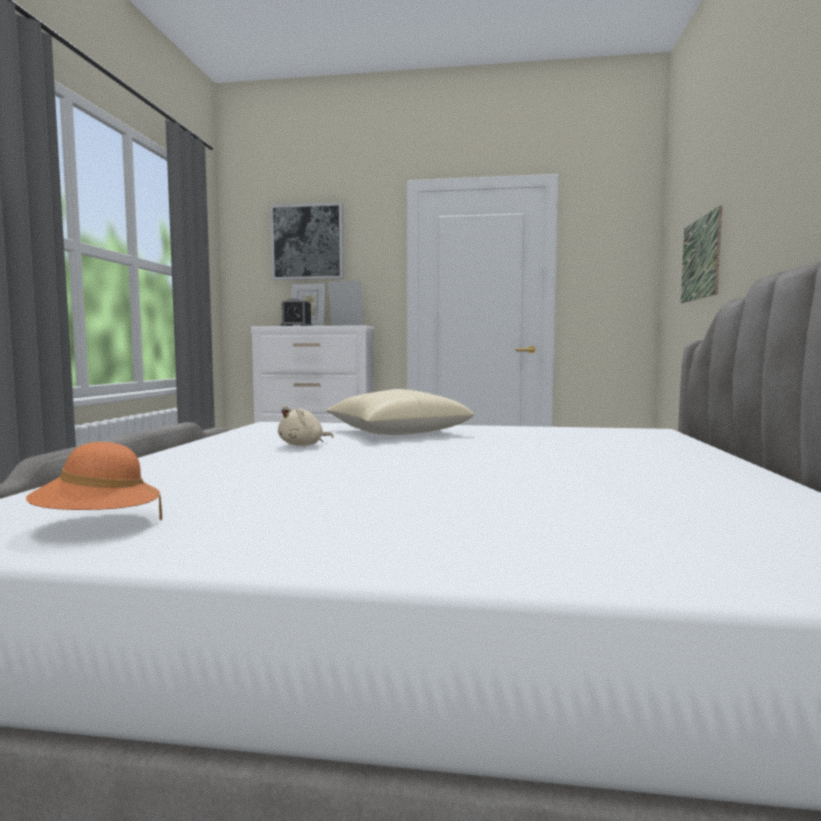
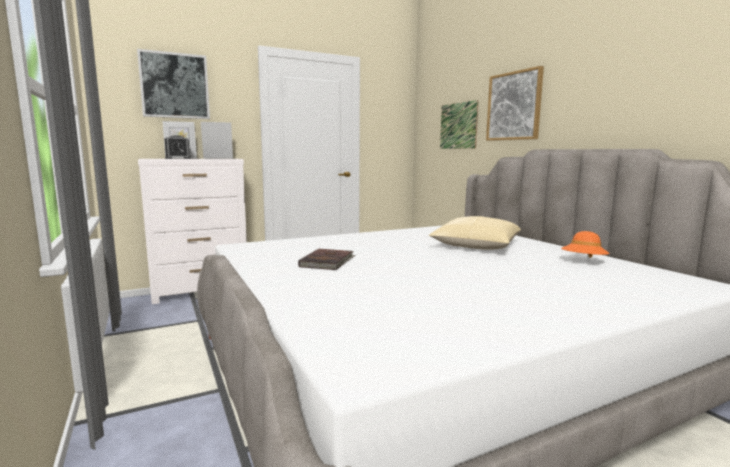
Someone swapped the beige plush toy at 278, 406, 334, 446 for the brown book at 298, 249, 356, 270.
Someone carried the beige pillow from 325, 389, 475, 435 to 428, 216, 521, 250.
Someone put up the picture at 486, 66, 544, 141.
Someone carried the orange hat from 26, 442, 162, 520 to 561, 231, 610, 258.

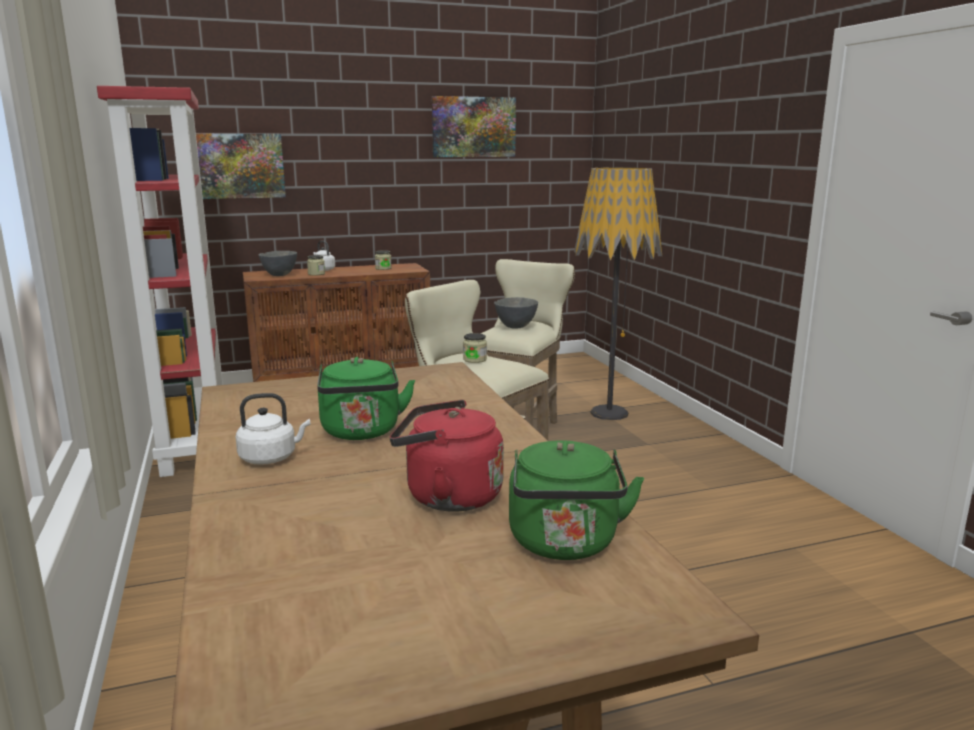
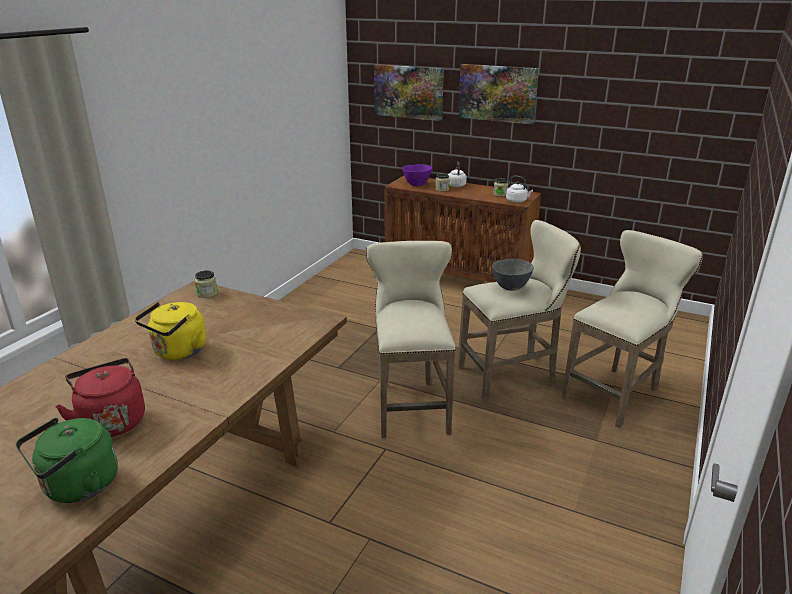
Someone repainted the green kettle at 317, 357, 415, 440, which became the yellow kettle at 135, 302, 206, 360.
Someone carried the jar from 463, 333, 487, 363 to 195, 270, 218, 298.
Someone repainted the grey bowl at 258, 251, 297, 276, which became the purple bowl at 402, 164, 433, 186.
Someone carried the picture from 432, 96, 516, 157 to 458, 64, 539, 125.
Someone carried the white kettle from 236, 393, 310, 465 to 506, 176, 533, 203.
Someone swapped the floor lamp at 574, 167, 662, 420 for the beige stool at 561, 230, 703, 428.
Someone took away the red bookcase at 97, 86, 223, 477.

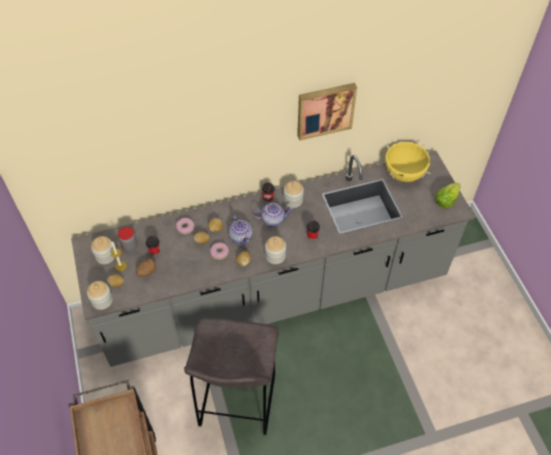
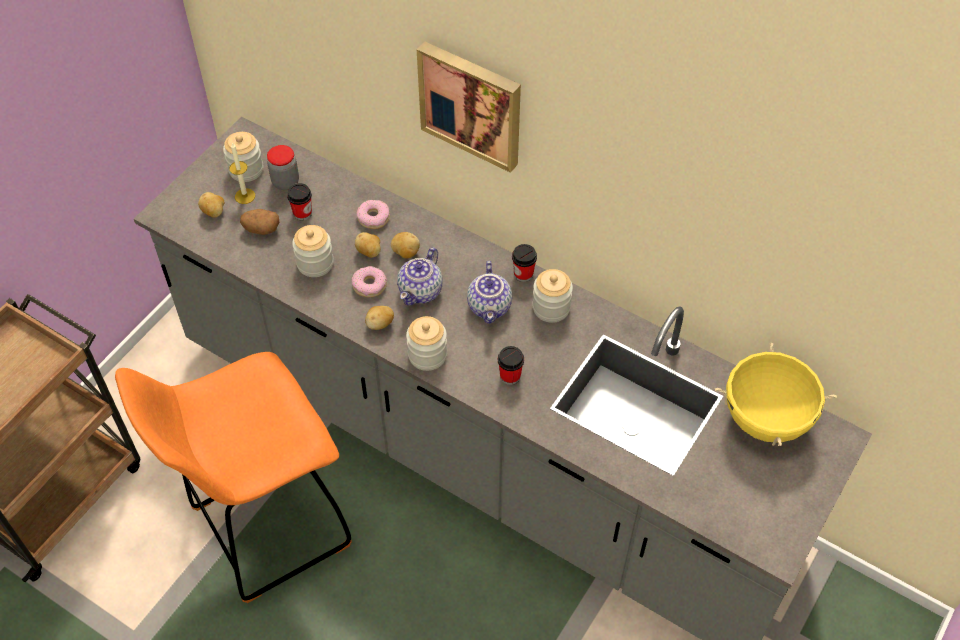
Someone repainted the grey stool at 184, 317, 279, 436, which became the orange stool at 115, 352, 352, 603.
Someone carried the jar from 87, 281, 113, 310 to 292, 225, 334, 277.
Someone carried the picture from 297, 83, 357, 141 to 417, 41, 521, 173.
Someone rotated the teapot at 254, 203, 293, 227 by 45 degrees clockwise.
Someone took away the lettuce at 435, 183, 461, 208.

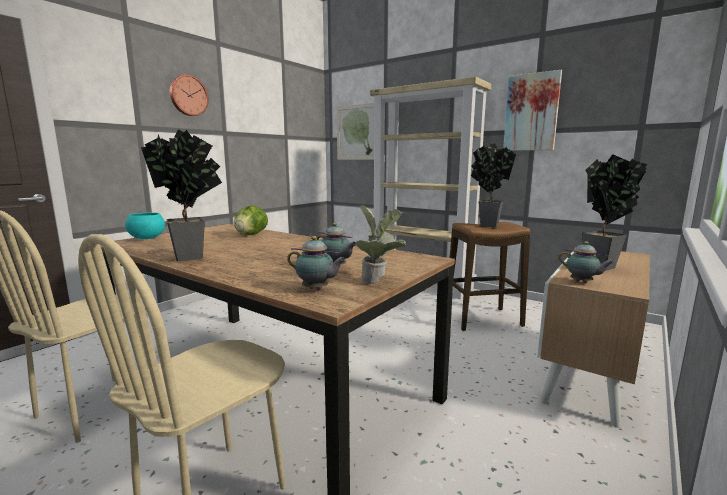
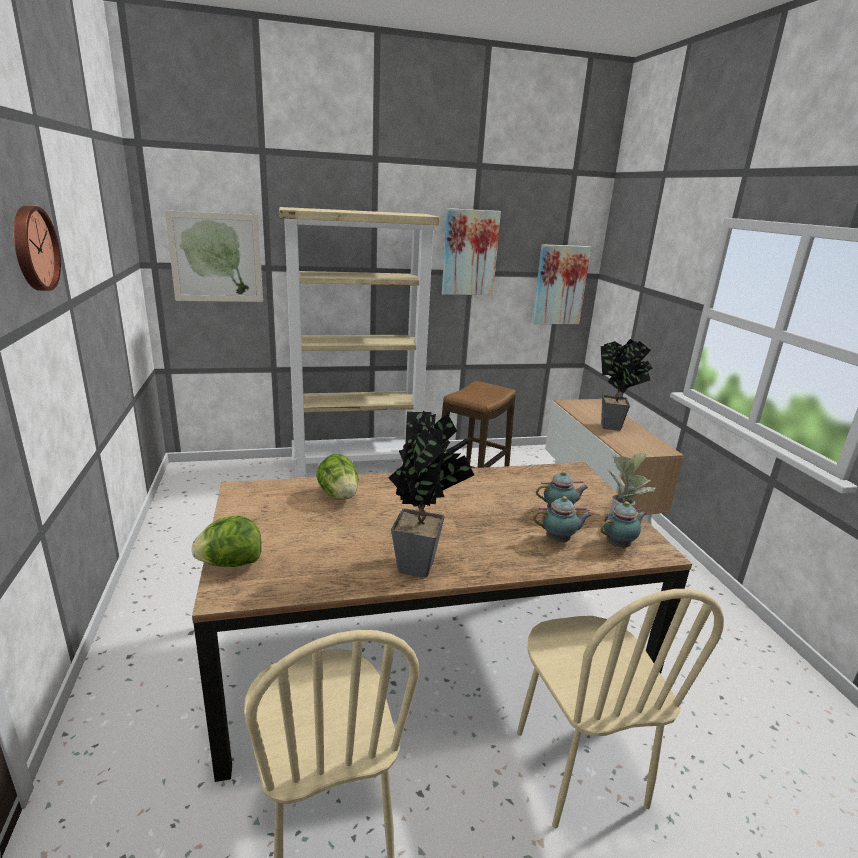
Someone swapped the turquoise bowl at 125, 212, 165, 239 for the lettuce at 192, 516, 262, 567.
Someone put up the picture at 532, 244, 591, 324.
Someone carried the teapot from 558, 241, 615, 283 to 533, 496, 592, 542.
Someone took away the potted plant at 471, 143, 516, 228.

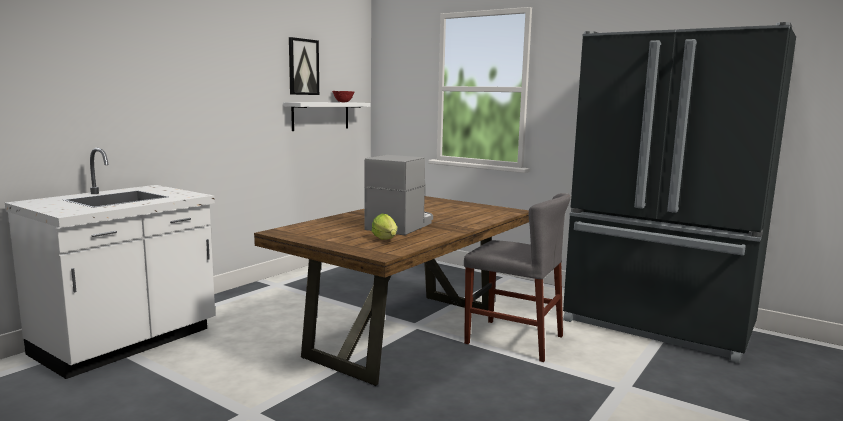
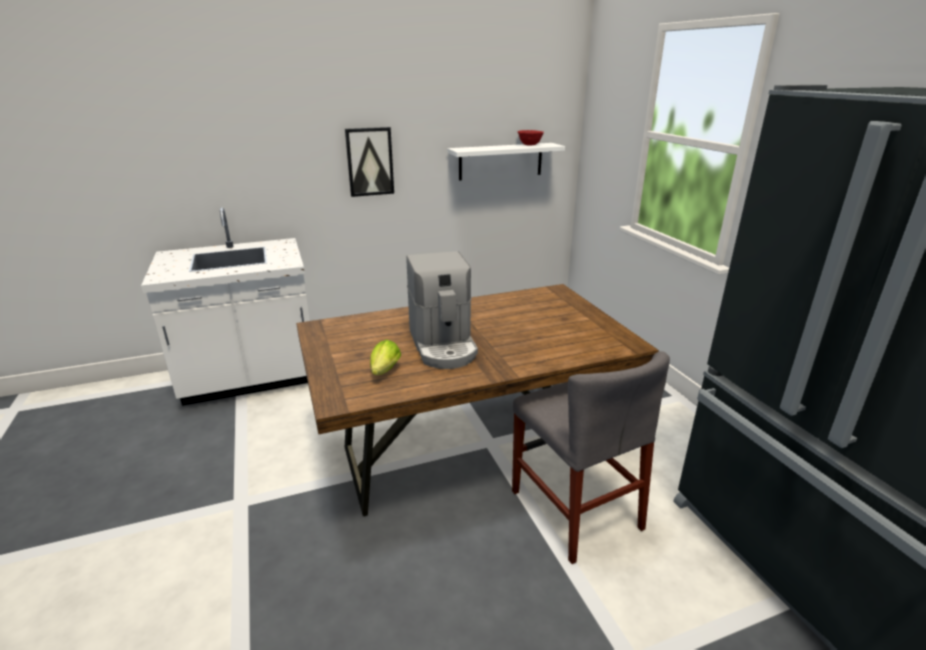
Someone carried the picture from 289, 37, 319, 95 to 345, 127, 394, 197.
Someone rotated the coffee machine at 364, 155, 433, 235 by 105 degrees clockwise.

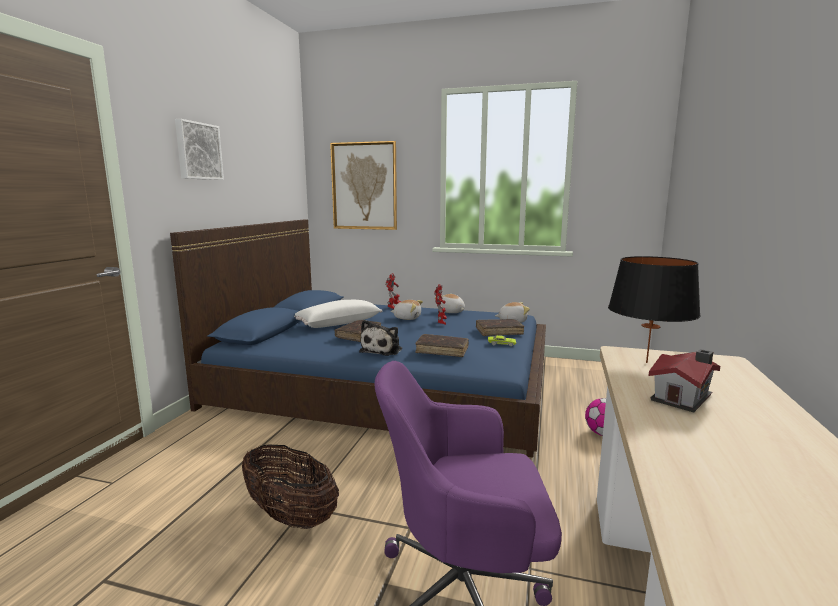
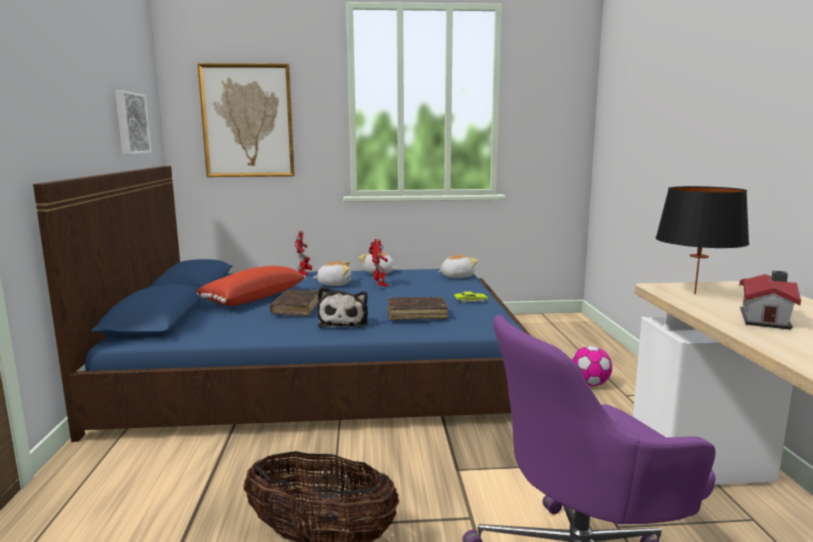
Someone carried the picture from 175, 119, 224, 180 to 115, 91, 152, 154.
Someone repainted the white pillow at 294, 300, 382, 328, which became the red pillow at 197, 266, 306, 306.
Someone took away the brown book at 476, 319, 525, 336.

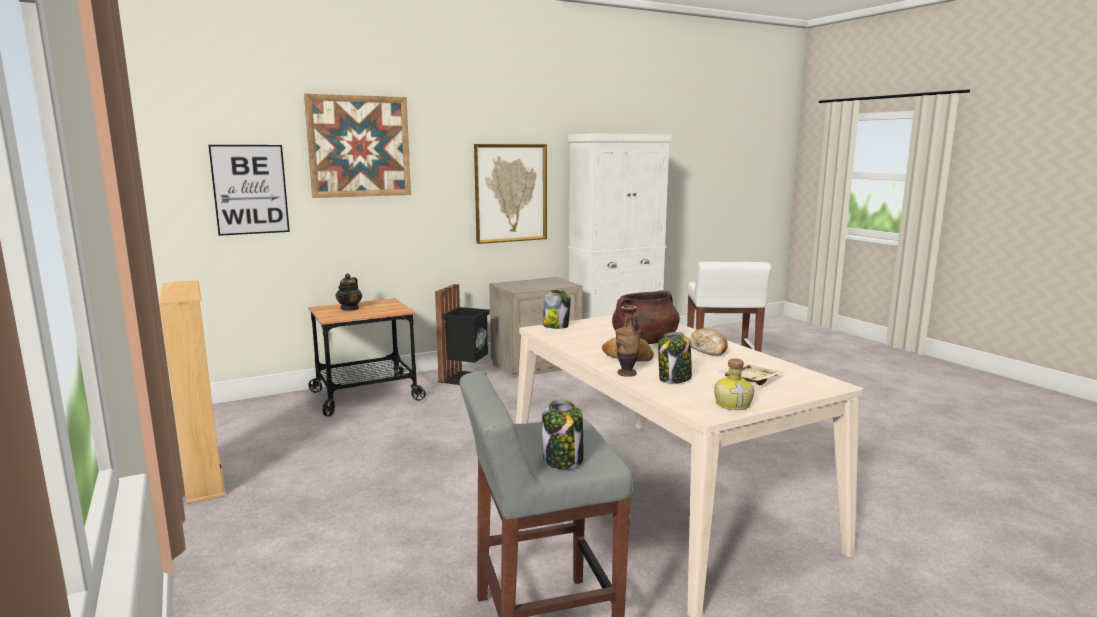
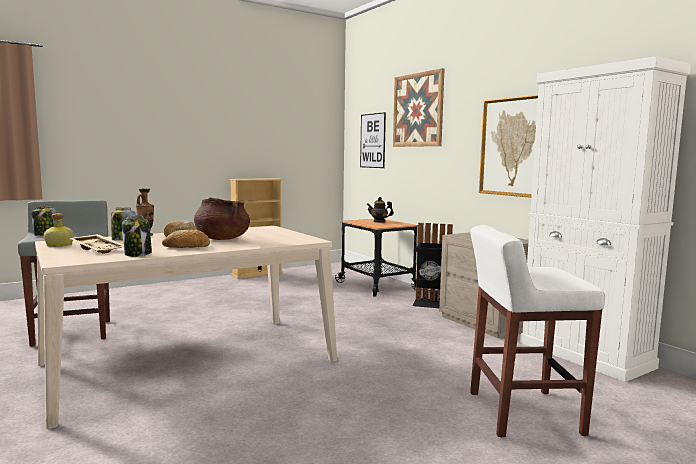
Someone carried the jar from 542, 290, 571, 329 to 122, 215, 152, 257.

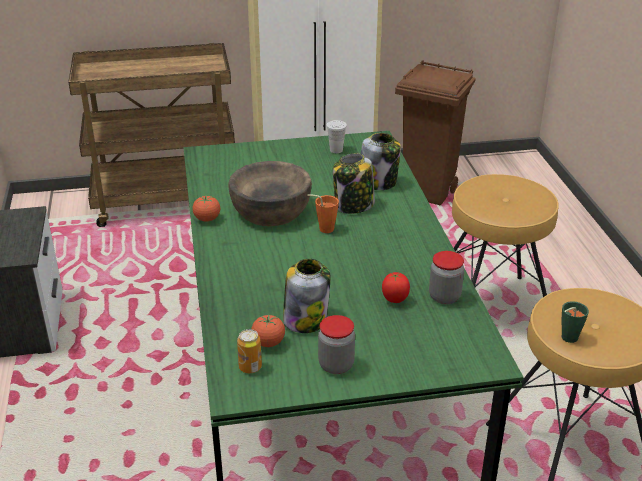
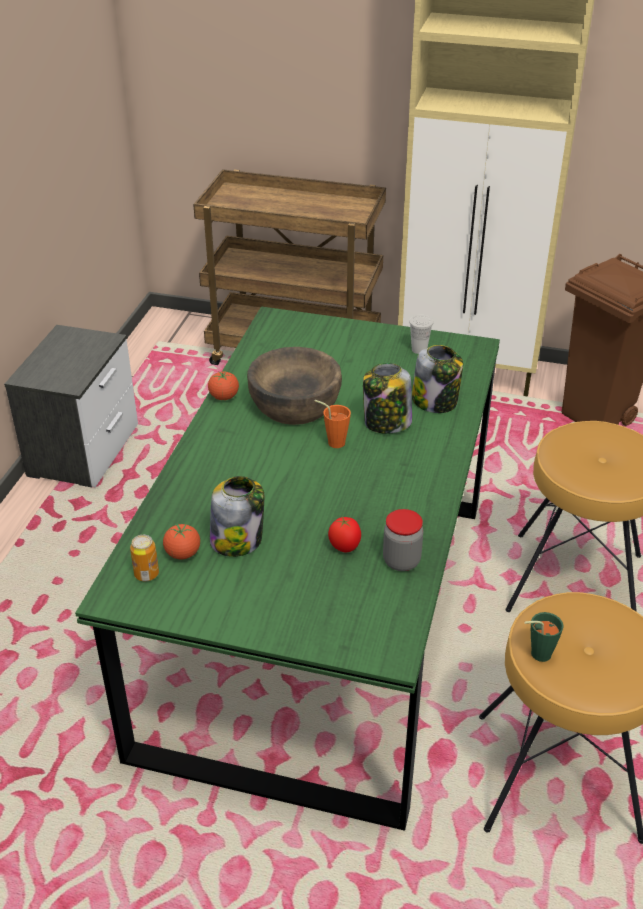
Someone took away the jar at 318, 315, 355, 374.

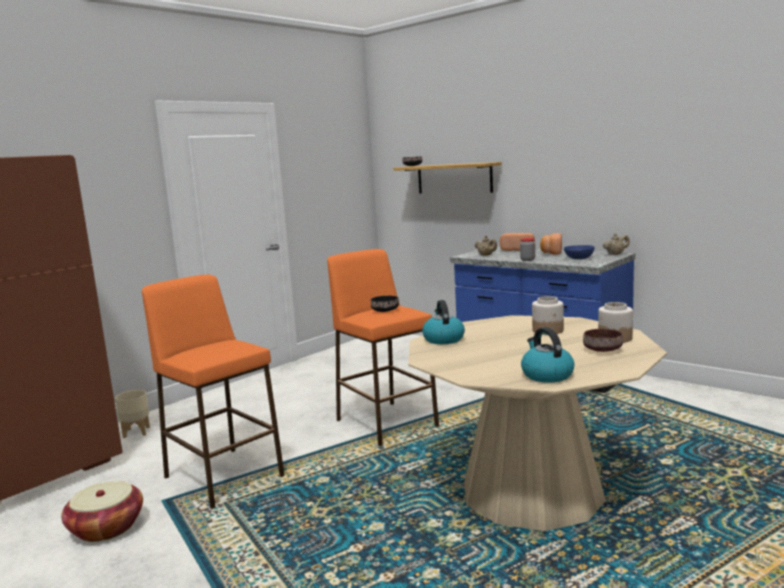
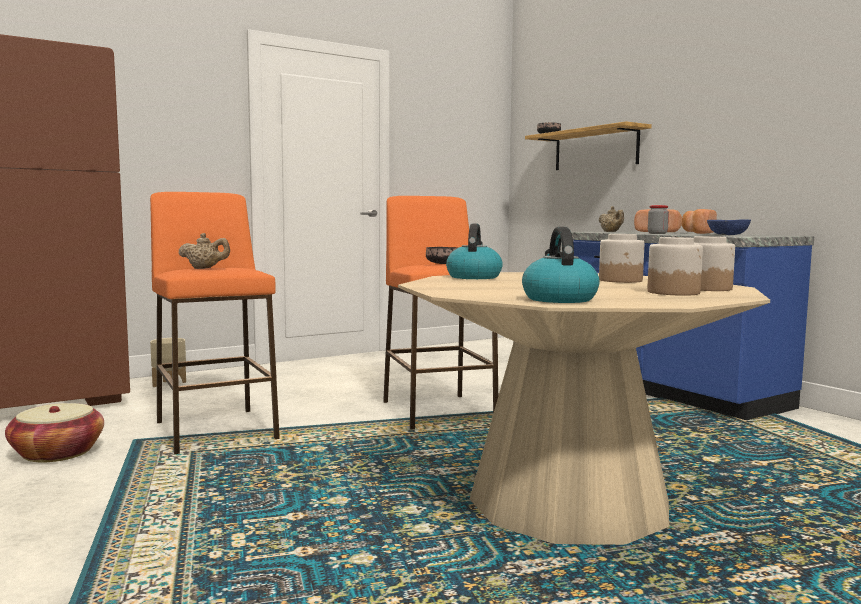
Someone carried the beige teapot from 603, 233, 630, 255 to 179, 233, 230, 269.
Someone swapped the brown bowl at 583, 329, 623, 352 for the jar at 647, 237, 703, 296.

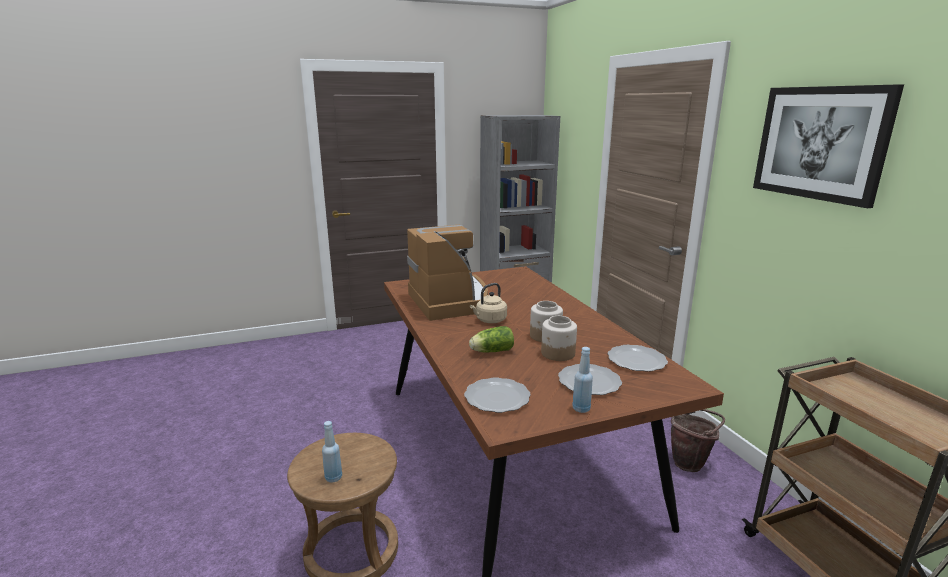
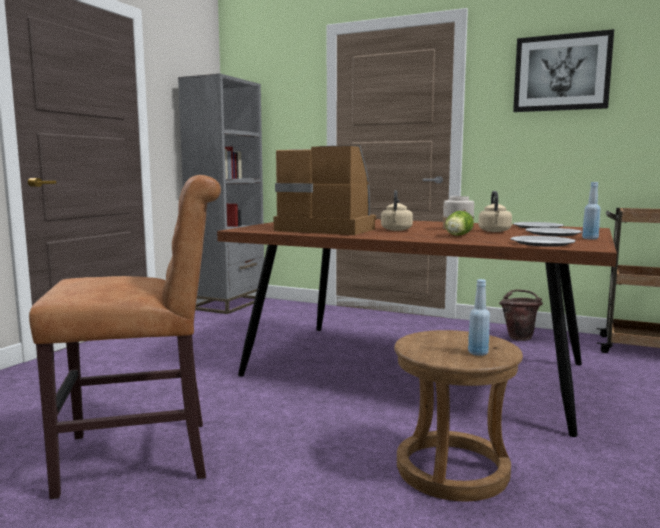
Someone put down the brown chair at 29, 175, 221, 499.
Someone swapped the jar at 541, 316, 577, 361 for the beige kettle at 478, 191, 512, 232.

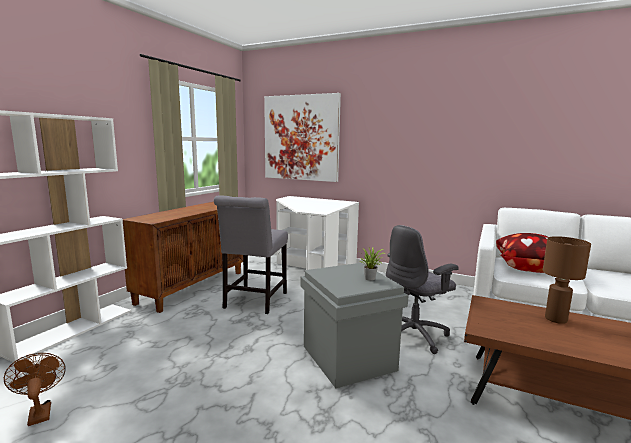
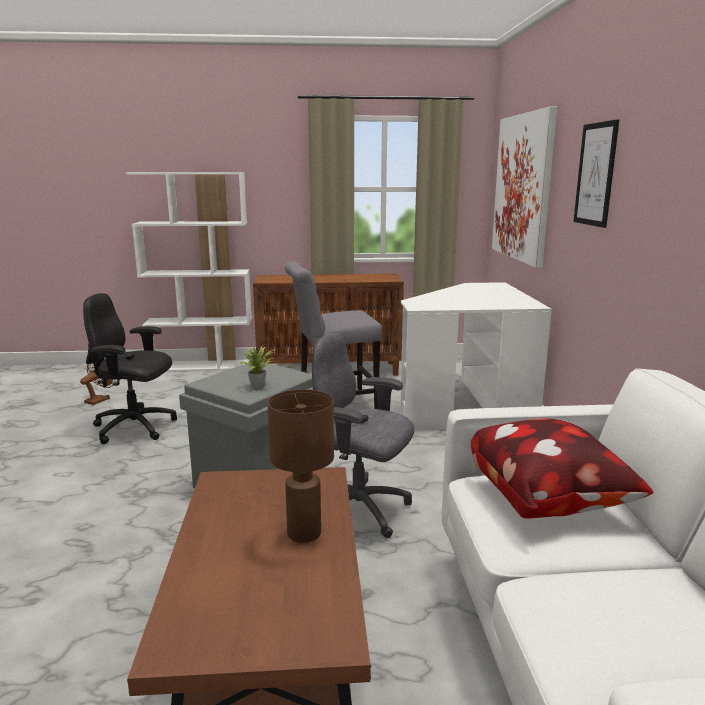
Someone put down the black office chair at 83, 293, 177, 444.
Someone put up the picture at 574, 119, 619, 228.

